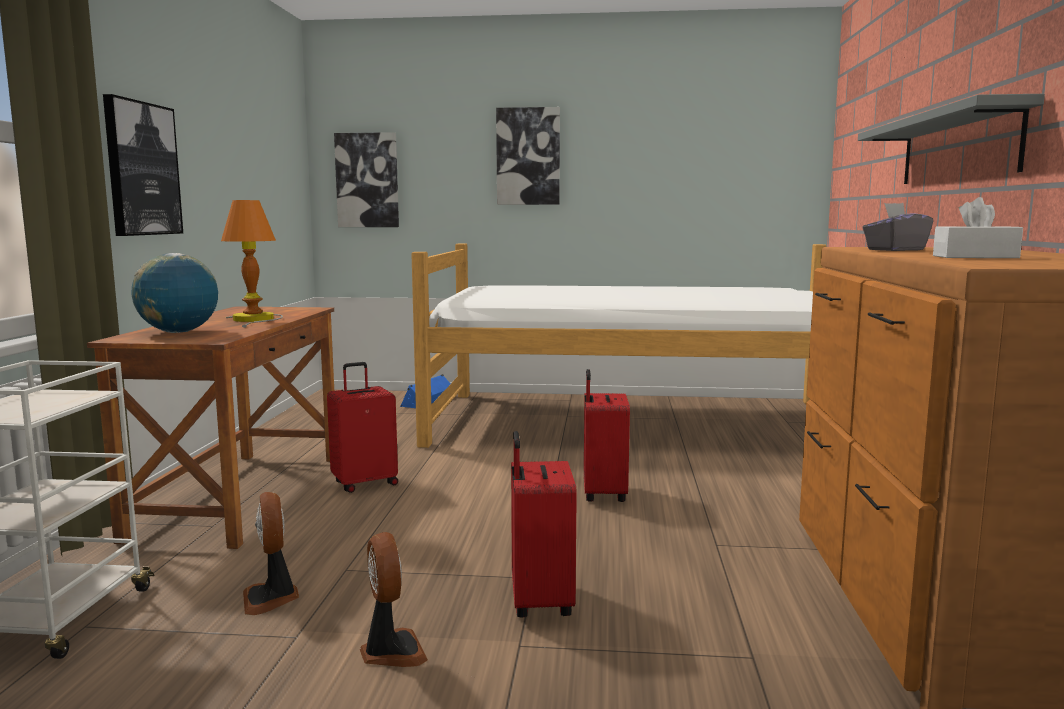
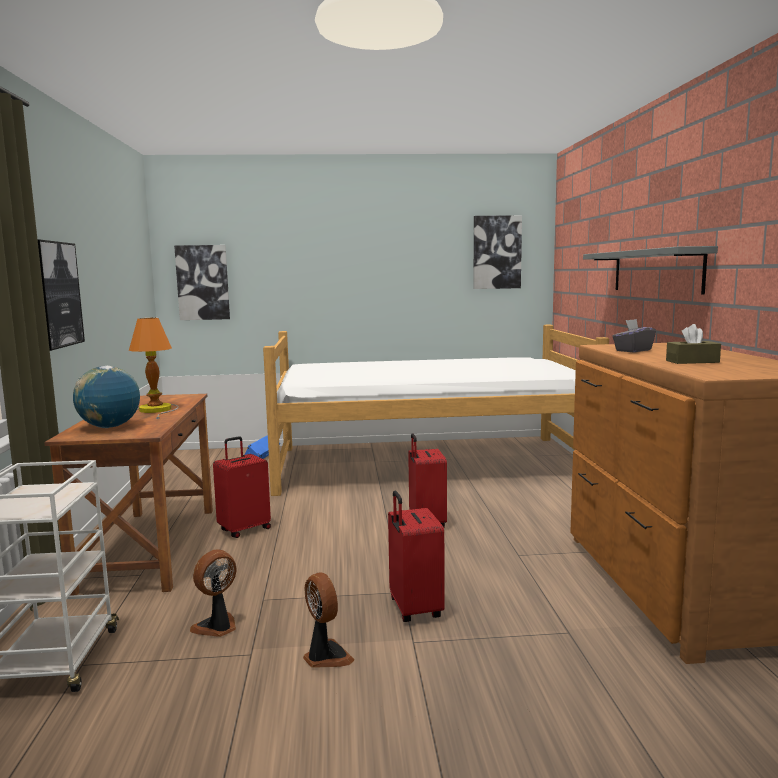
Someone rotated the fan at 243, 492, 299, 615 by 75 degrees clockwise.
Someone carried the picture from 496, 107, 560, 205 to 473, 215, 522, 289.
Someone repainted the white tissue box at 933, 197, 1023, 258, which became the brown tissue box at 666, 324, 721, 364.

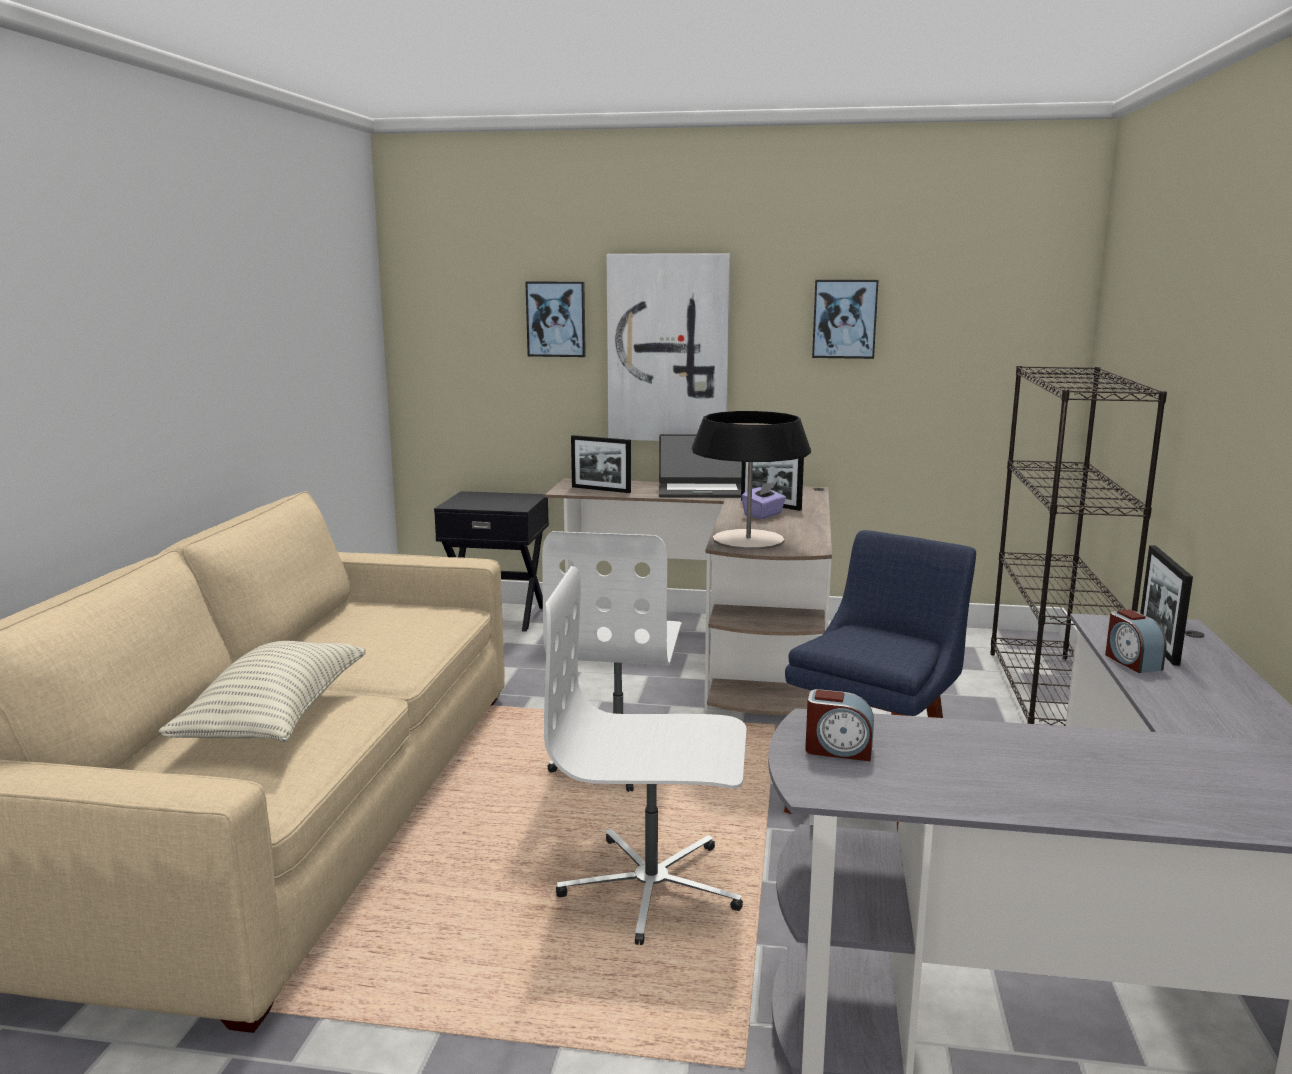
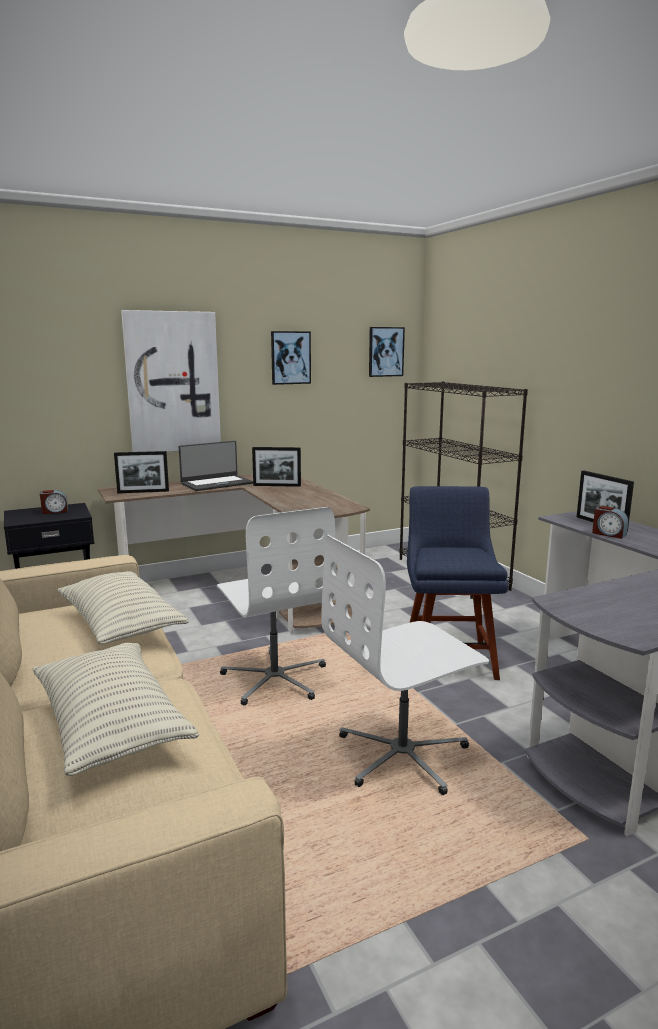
Someone carried the alarm clock from 805, 689, 874, 761 to 40, 490, 68, 514.
Someone put down the pillow at 57, 571, 189, 644.
Someone carried the picture from 525, 281, 586, 357 to 369, 327, 405, 377.
Someone took away the table lamp at 692, 411, 811, 550.
Someone took away the purple tissue box at 741, 482, 786, 519.

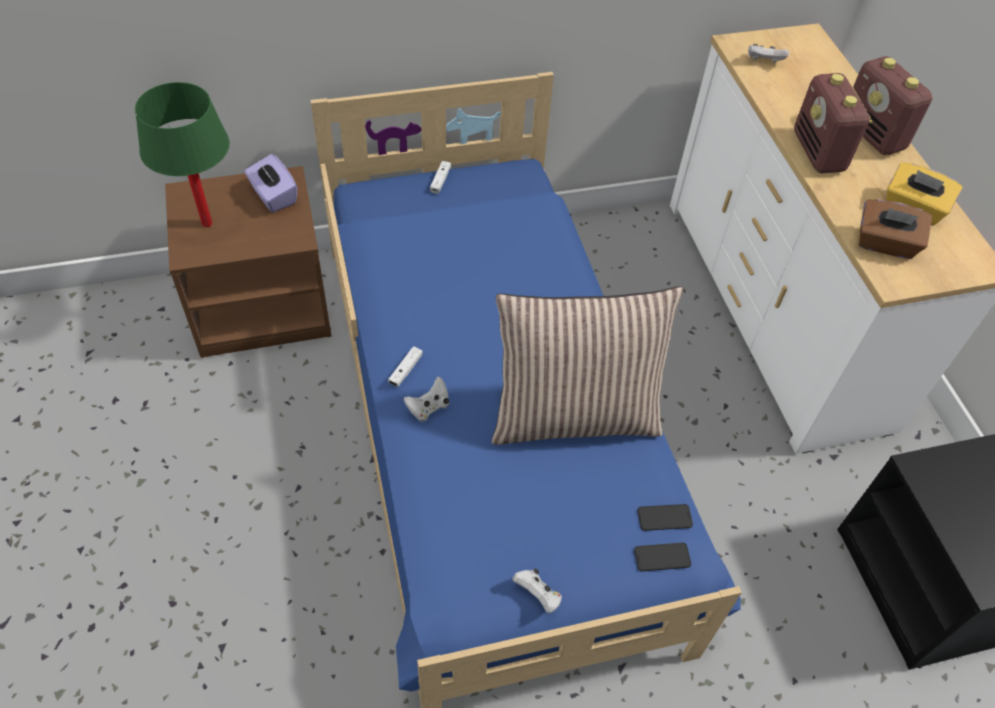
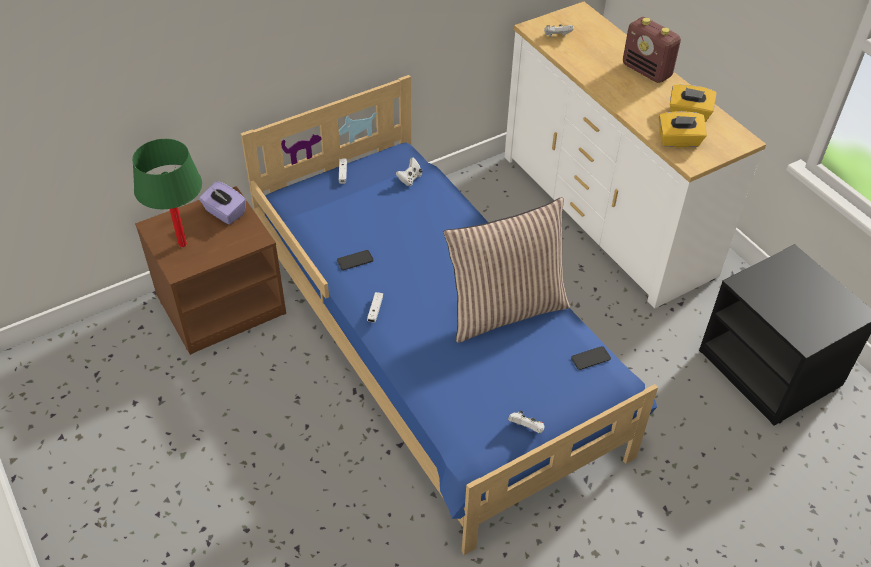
Someone carried the phone from 634, 543, 691, 571 to 337, 250, 373, 270.
Someone carried the white game controller from 404, 377, 449, 422 to 396, 157, 422, 186.
Someone repainted the brown tissue box at 859, 199, 932, 259, which became the yellow tissue box at 659, 111, 707, 147.
Someone took away the radio at 794, 73, 873, 173.

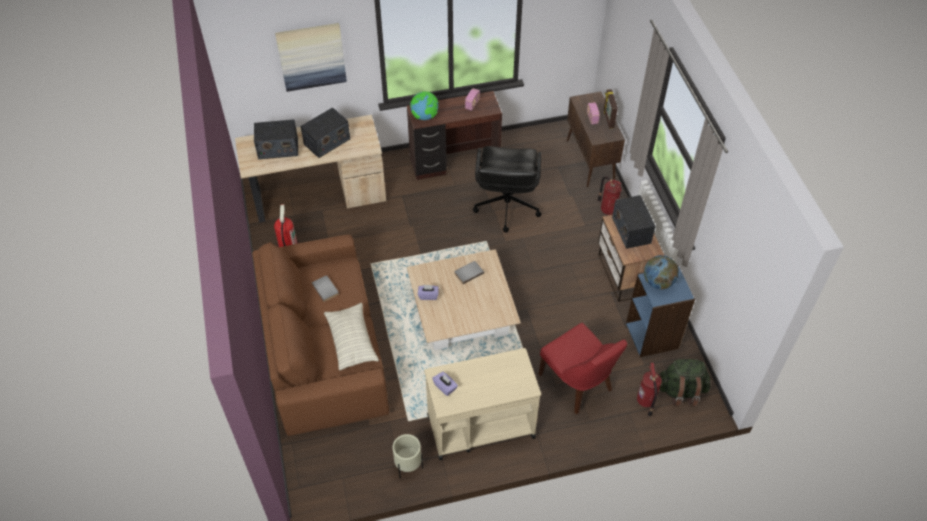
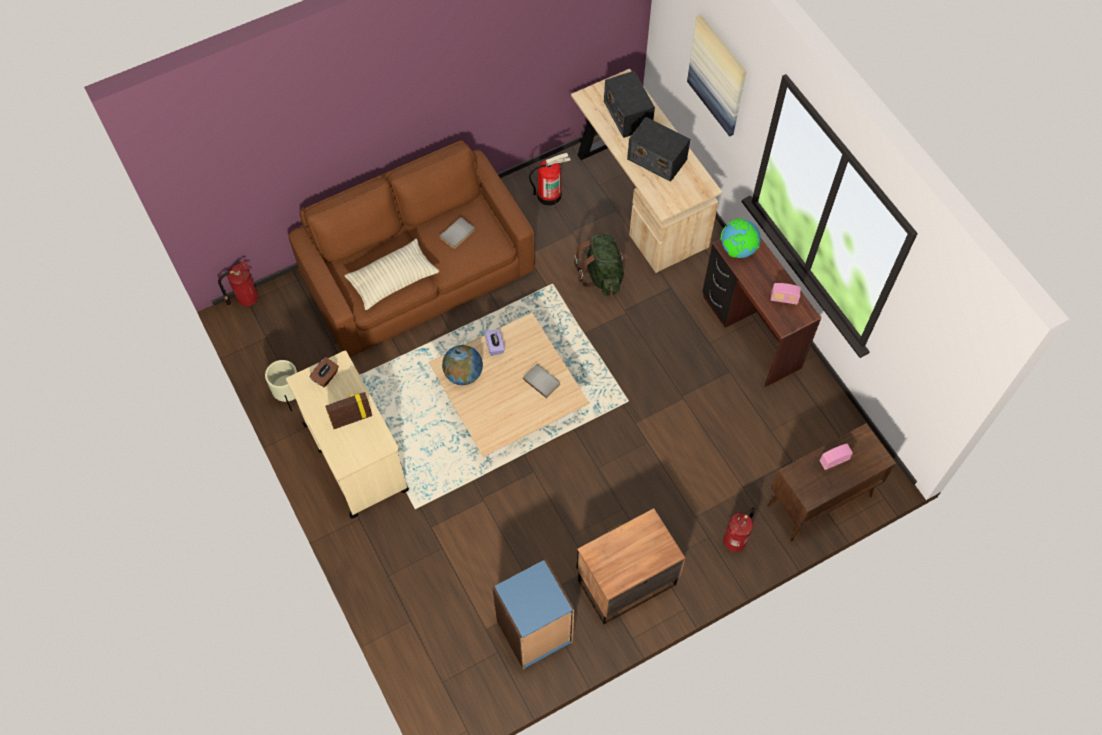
Someone carried the fire extinguisher from 637, 363, 662, 417 to 218, 261, 258, 306.
Someone repainted the purple tissue box at 432, 371, 458, 396, which became the brown tissue box at 310, 357, 339, 387.
Someone carried the picture frame from 604, 89, 618, 128 to 325, 392, 372, 429.
Someone carried the globe from 644, 255, 679, 289 to 442, 345, 483, 385.
Someone carried the green backpack from 659, 359, 711, 406 to 574, 233, 627, 296.
Someone took away the black office chair at 473, 146, 541, 233.
Someone took away the red chair at 539, 323, 627, 414.
Someone took away the radio at 612, 195, 656, 249.

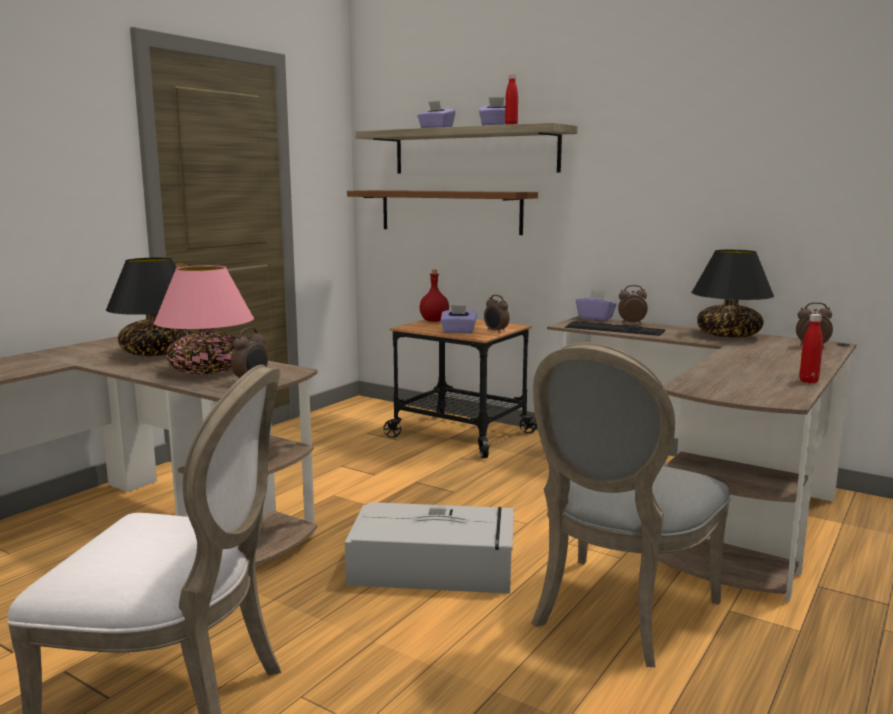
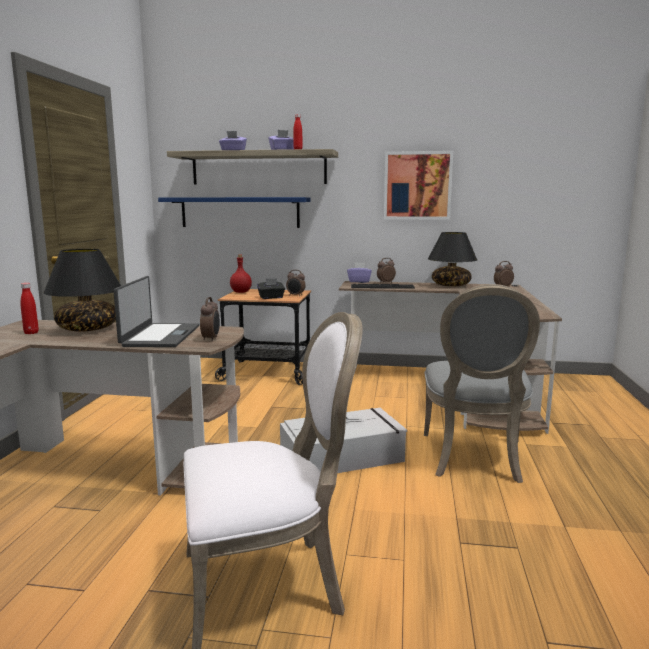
Someone carried the red bottle from 800, 314, 823, 383 to 21, 283, 39, 334.
Someone swapped the pink table lamp at 154, 265, 254, 374 for the laptop at 113, 276, 199, 347.
Someone repainted the brown shelf at 347, 190, 538, 235, which became the blue shelf at 158, 197, 310, 228.
Someone repainted the purple tissue box at 440, 305, 477, 334, which became the black tissue box at 257, 278, 285, 299.
Someone put up the picture at 384, 151, 453, 220.

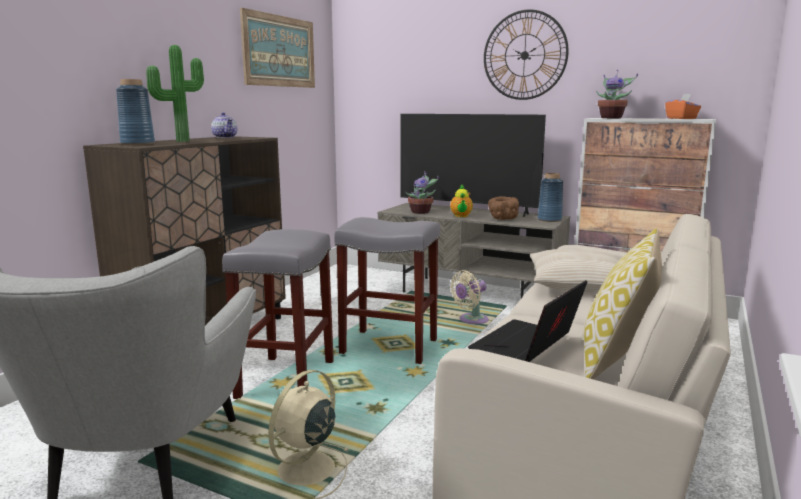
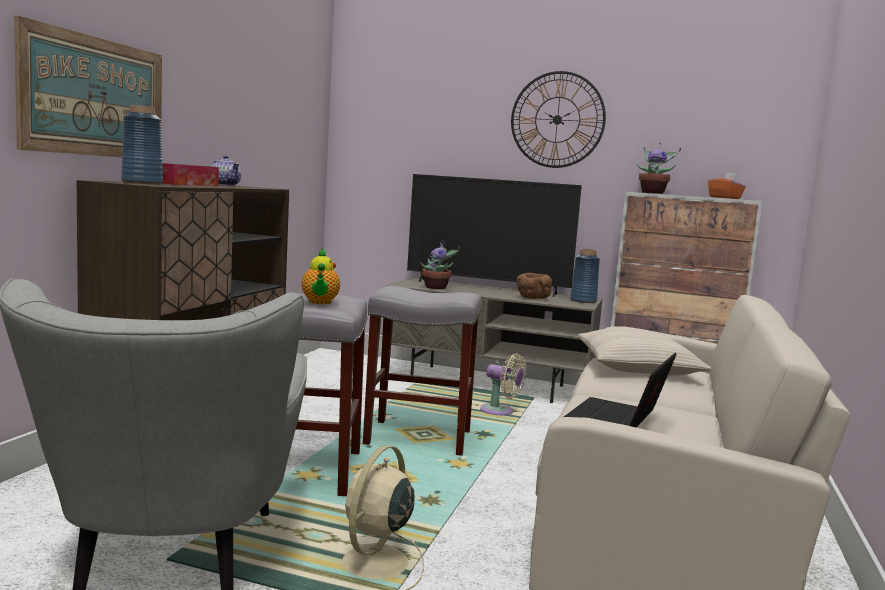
Someone carried the picture from 240, 8, 315, 88 to 14, 15, 162, 157.
Someone swapped the potted plant at 146, 45, 204, 142 for the tissue box at 162, 163, 219, 186.
Someone carried the teapot from 450, 185, 473, 217 to 302, 248, 340, 304.
Someone rotated the beige fan at 450, 270, 489, 324 by 105 degrees counterclockwise.
Someone took away the pillow at 584, 228, 662, 379.

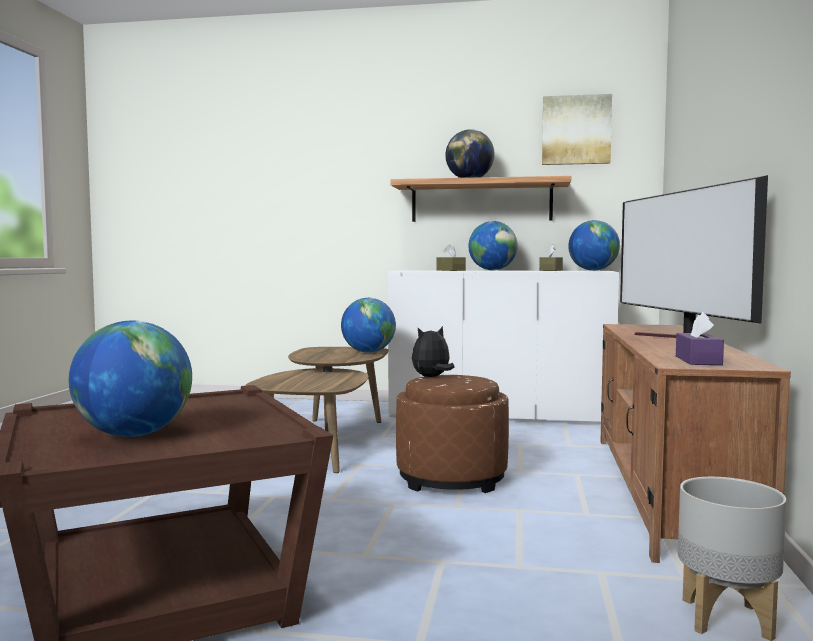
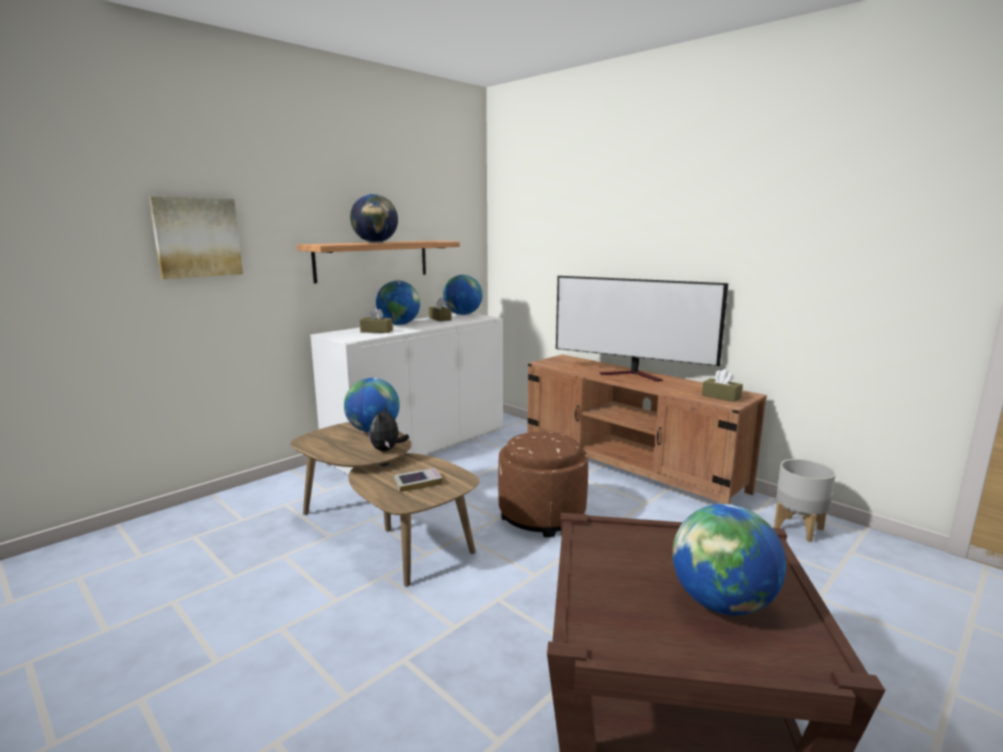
Someone carried the picture from 542, 94, 612, 165 to 149, 197, 243, 279.
Someone carried the plush toy from 412, 326, 454, 377 to 369, 406, 409, 451.
Someone put down the book at 394, 468, 442, 492.
Someone repainted the purple tissue box at 676, 312, 724, 365, which became the brown tissue box at 702, 369, 743, 402.

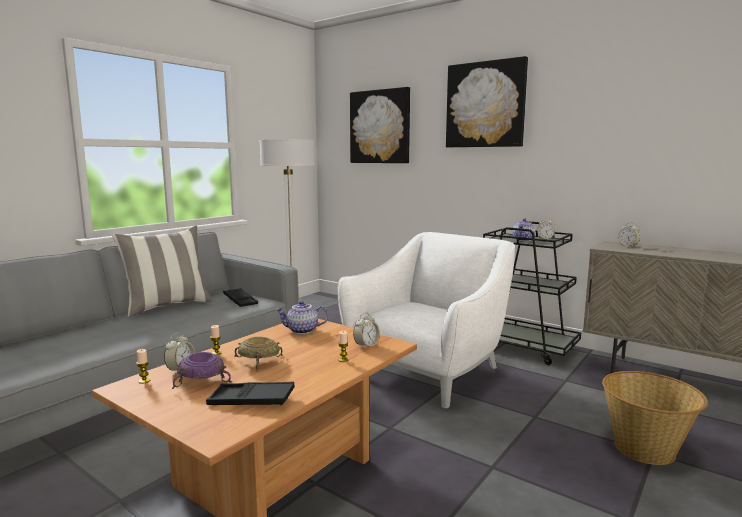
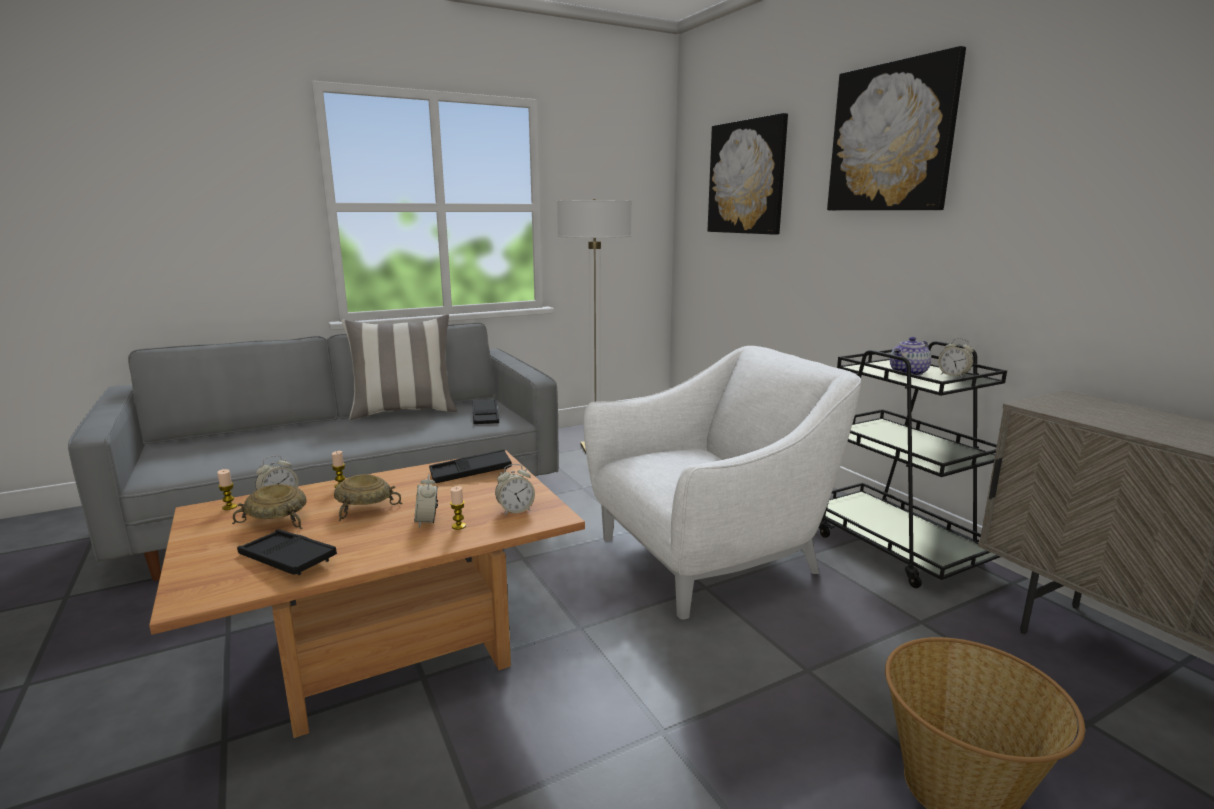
Someone repainted the purple bowl at 172, 352, 232, 389, which became the beige bowl at 232, 484, 307, 529.
Someone carried the alarm clock from 618, 222, 640, 247 to 414, 474, 438, 528.
Someone swapped the teapot at 275, 301, 328, 334 for the black tray at 429, 449, 512, 483.

